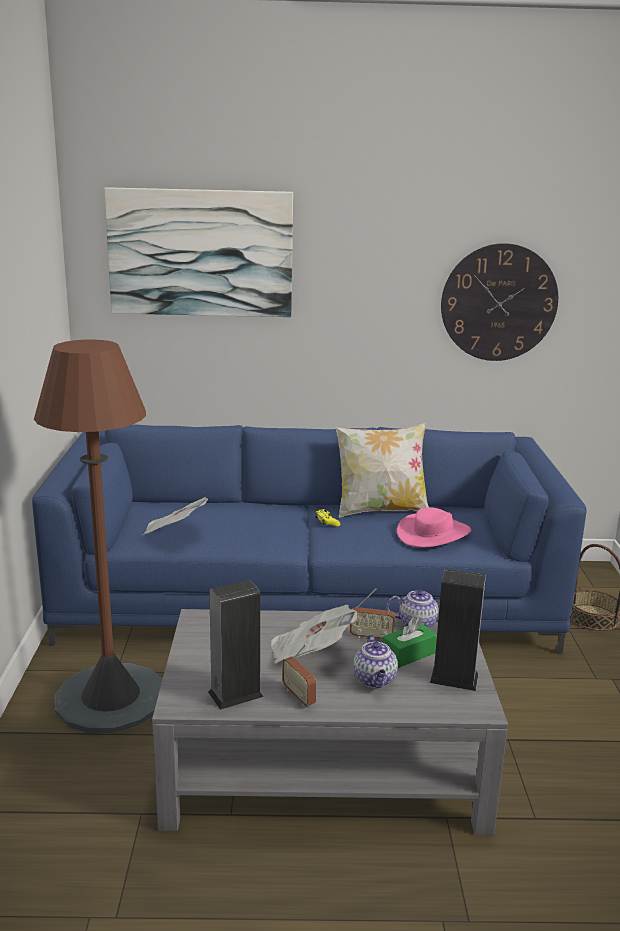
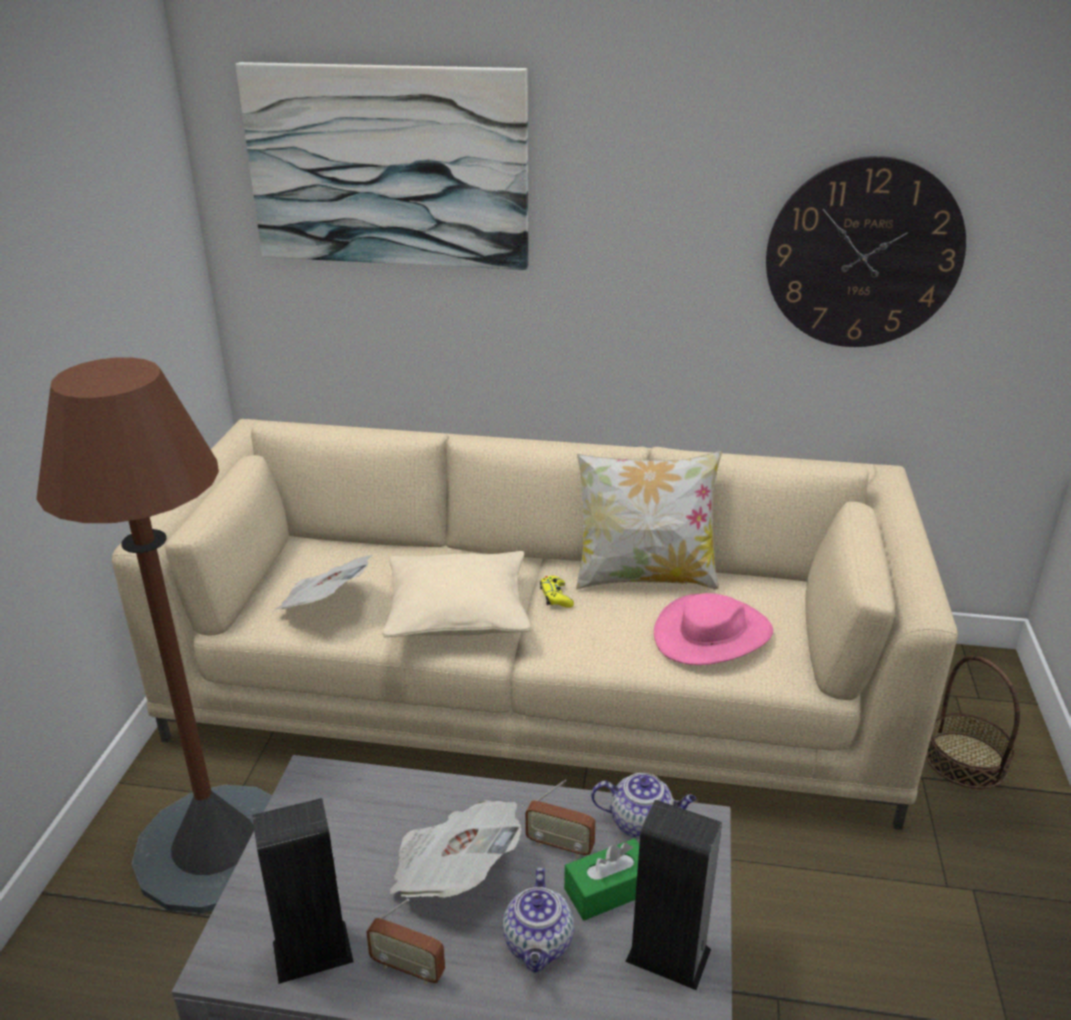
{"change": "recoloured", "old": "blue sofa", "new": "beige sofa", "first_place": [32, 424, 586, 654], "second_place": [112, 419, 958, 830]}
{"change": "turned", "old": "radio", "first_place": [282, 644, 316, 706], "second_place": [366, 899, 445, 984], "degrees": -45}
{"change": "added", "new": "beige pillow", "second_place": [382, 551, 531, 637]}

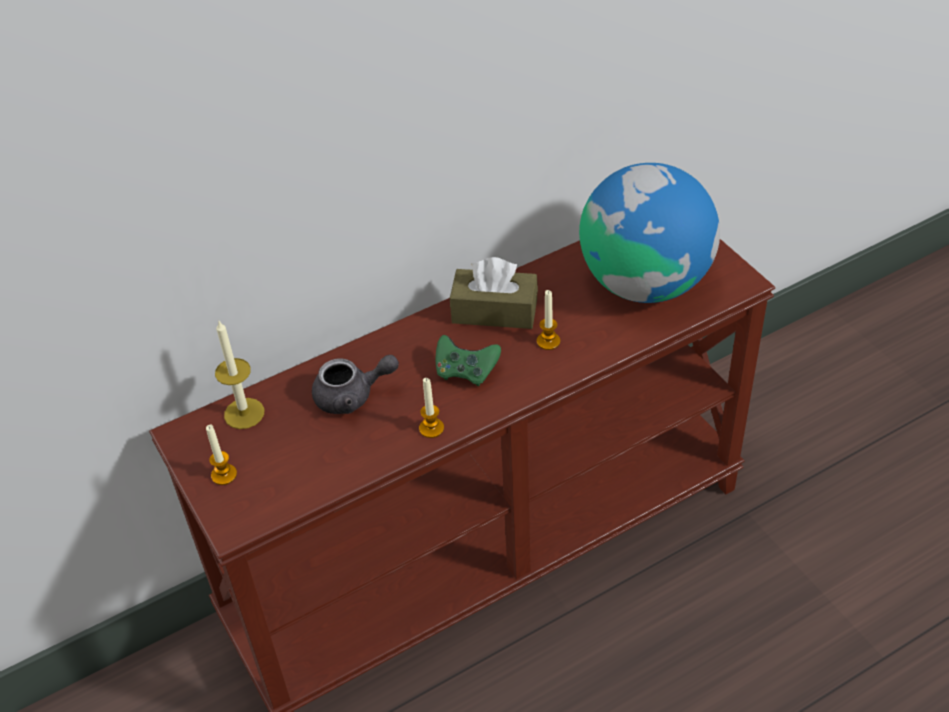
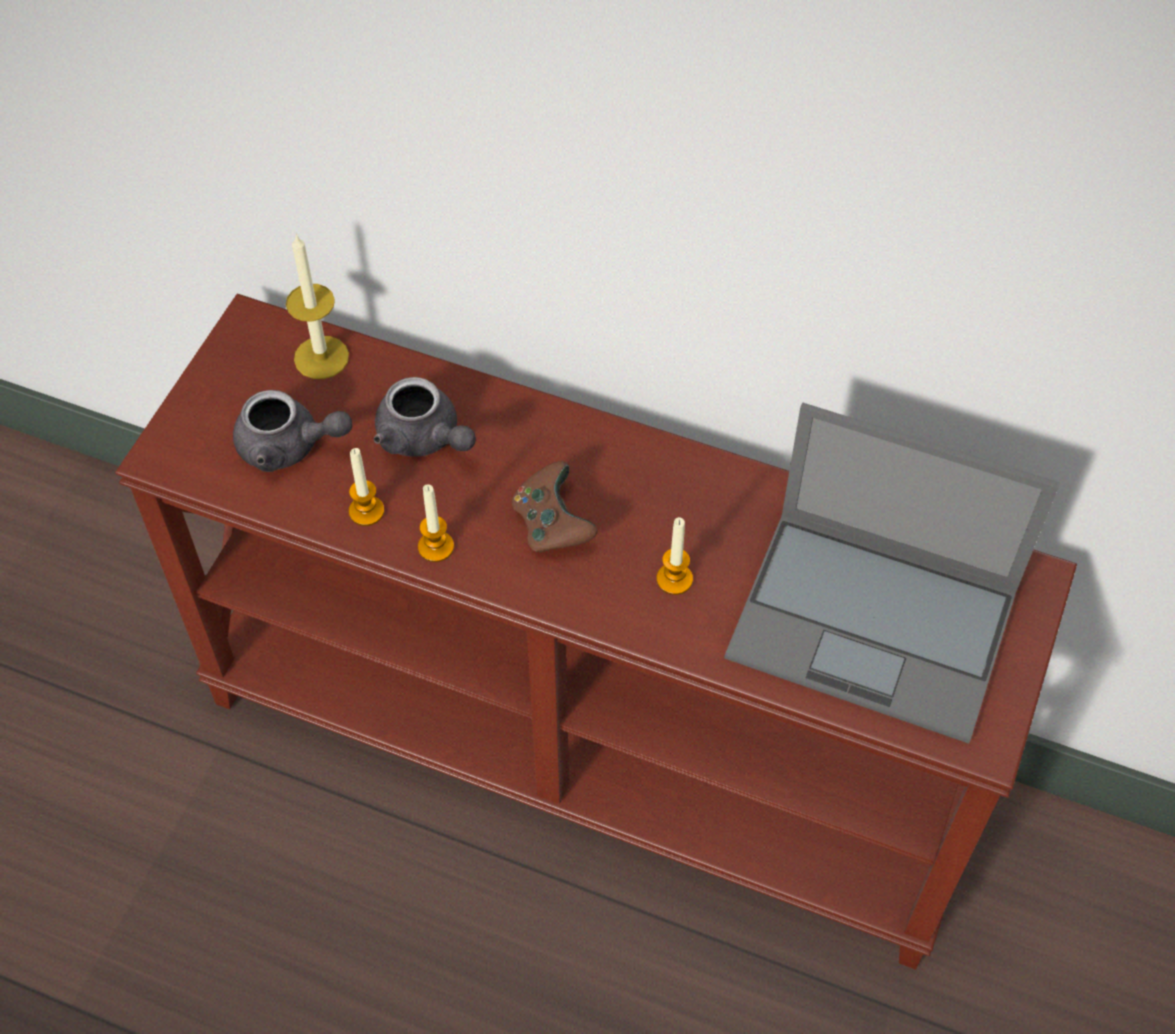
{"change": "moved", "old": "candle", "first_place": [206, 425, 237, 485], "second_place": [349, 448, 384, 526]}
{"change": "recoloured", "old": "green game controller", "new": "brown game controller", "first_place": [435, 335, 501, 386], "second_place": [512, 461, 598, 553]}
{"change": "removed", "old": "brown tissue box", "first_place": [450, 257, 538, 329]}
{"change": "replaced", "old": "globe", "new": "laptop", "first_place": [579, 163, 720, 303], "second_place": [724, 403, 1060, 743]}
{"change": "added", "new": "grey teapot", "second_place": [233, 390, 352, 472]}

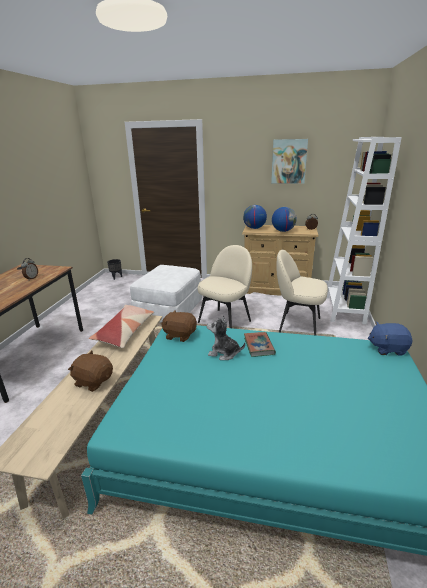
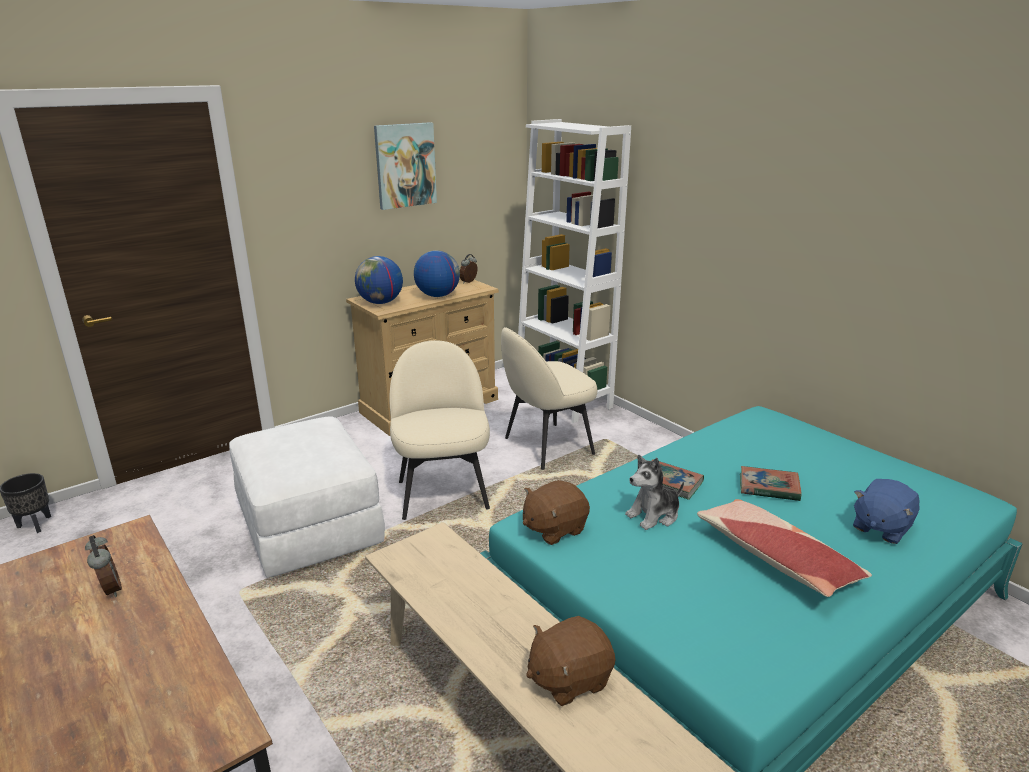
{"change": "moved", "old": "pillow", "first_place": [89, 305, 154, 348], "second_place": [697, 499, 872, 597]}
{"change": "moved", "old": "blue plush toy", "first_place": [368, 322, 412, 356], "second_place": [853, 479, 920, 544]}
{"change": "added", "new": "book", "second_place": [740, 466, 802, 501]}

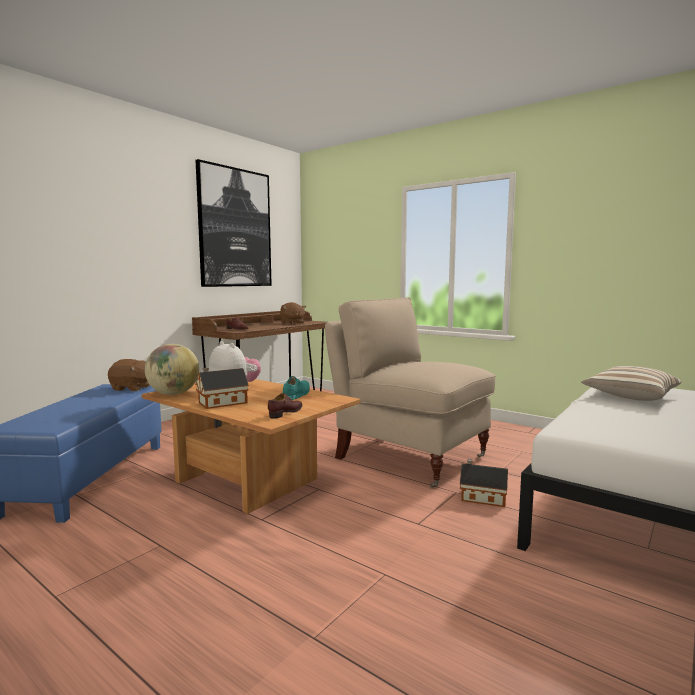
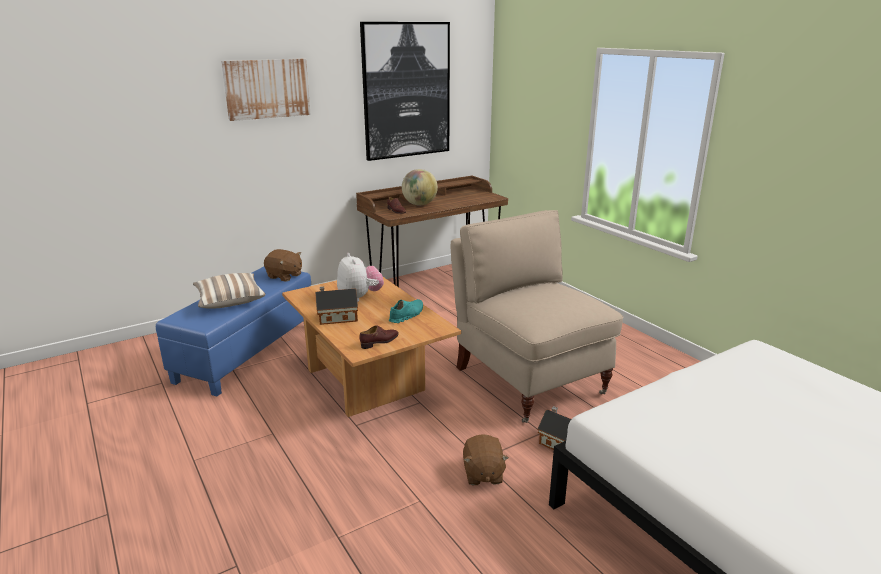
{"change": "moved", "old": "globe", "first_place": [145, 344, 199, 395], "second_place": [402, 169, 438, 205]}
{"change": "moved", "old": "brown plush toy", "first_place": [280, 302, 306, 324], "second_place": [463, 434, 509, 485]}
{"change": "moved", "old": "pillow", "first_place": [581, 366, 681, 401], "second_place": [193, 273, 266, 309]}
{"change": "added", "new": "picture", "second_place": [221, 59, 311, 121]}

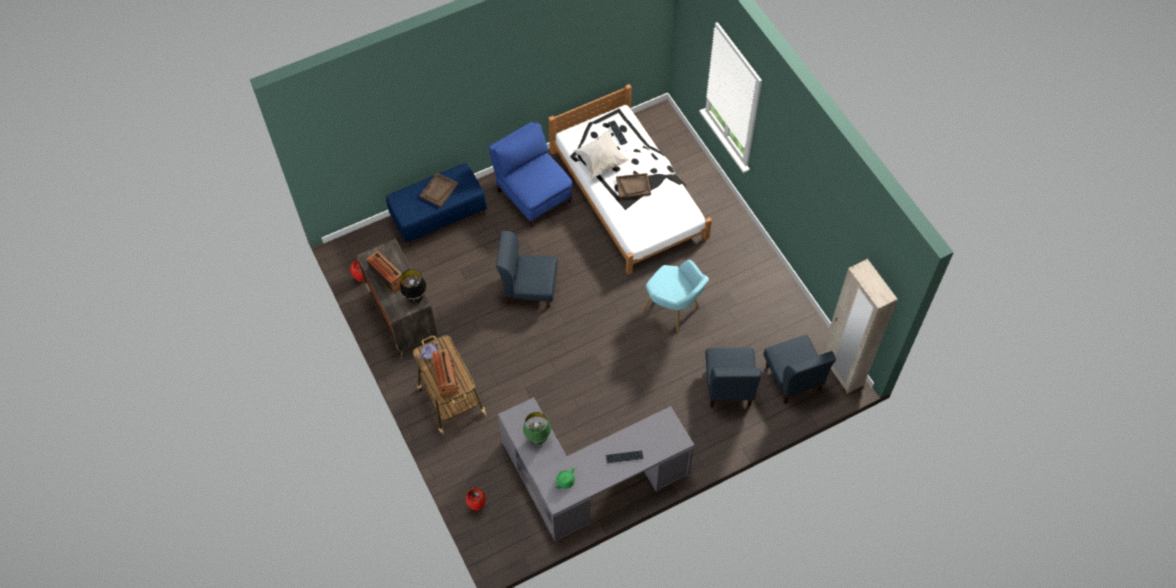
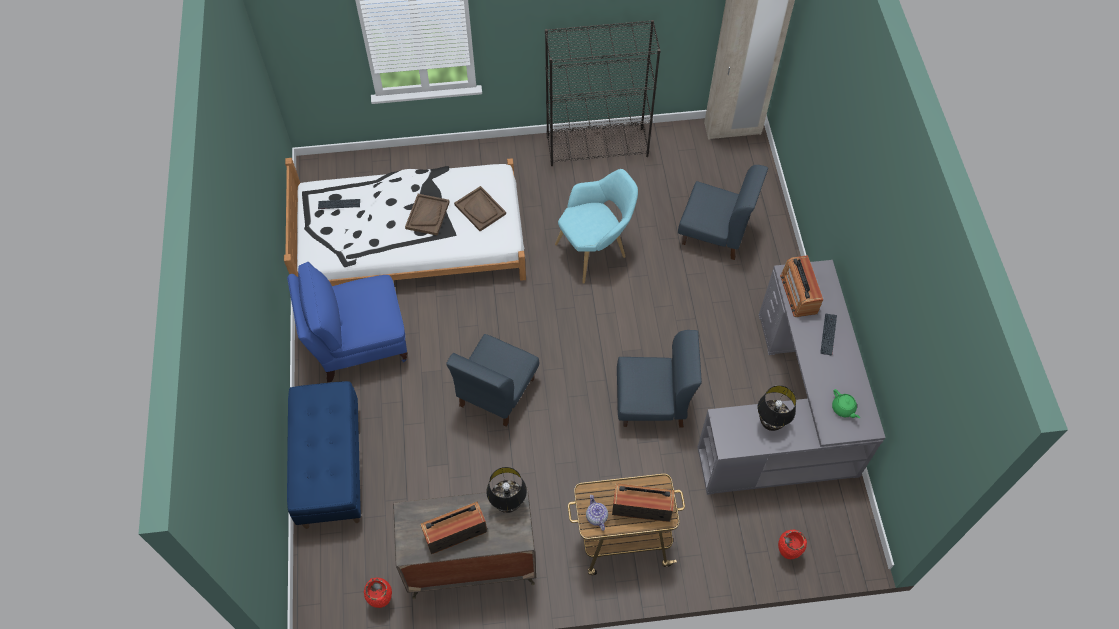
{"change": "moved", "old": "brown tray", "first_place": [419, 173, 458, 207], "second_place": [454, 186, 506, 231]}
{"change": "recoloured", "old": "green table lamp", "new": "black table lamp", "first_place": [523, 412, 551, 445], "second_place": [757, 385, 796, 431]}
{"change": "removed", "old": "white pillow", "first_place": [572, 130, 630, 180]}
{"change": "moved", "old": "blue chair", "first_place": [763, 335, 836, 404], "second_place": [617, 330, 702, 427]}
{"change": "added", "new": "black bookcase", "second_place": [545, 20, 661, 166]}
{"change": "added", "new": "radio", "second_place": [780, 255, 823, 317]}

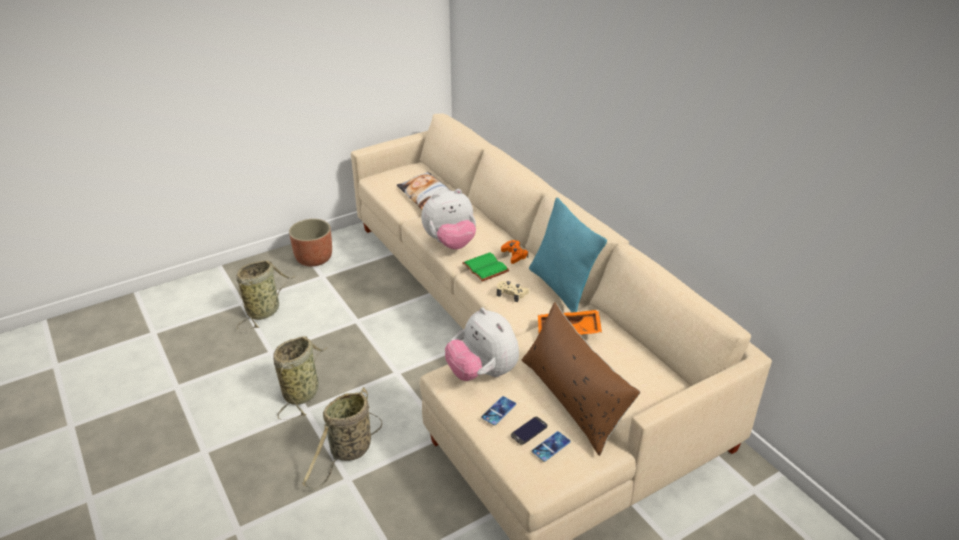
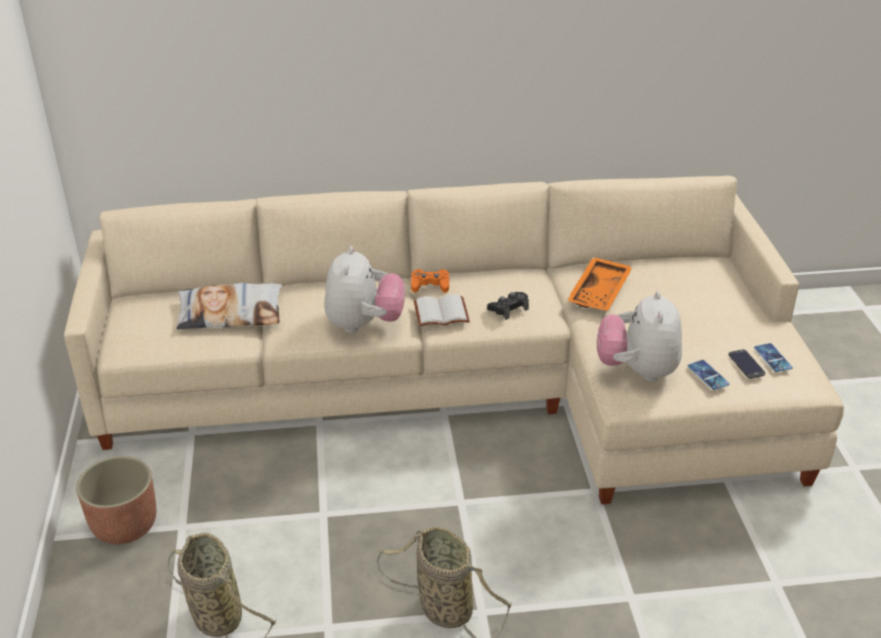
{"change": "removed", "old": "basket", "first_place": [302, 387, 382, 489]}
{"change": "turned", "old": "plush toy", "first_place": [445, 308, 519, 381], "second_place": [597, 291, 682, 382], "degrees": 105}
{"change": "recoloured", "old": "green book", "new": "white book", "first_place": [462, 252, 510, 282], "second_place": [414, 294, 470, 327]}
{"change": "recoloured", "old": "beige game controller", "new": "black game controller", "first_place": [497, 281, 529, 302], "second_place": [487, 292, 529, 320]}
{"change": "removed", "old": "brown pillow", "first_place": [522, 302, 640, 456]}
{"change": "removed", "old": "turquoise pillow", "first_place": [529, 198, 607, 313]}

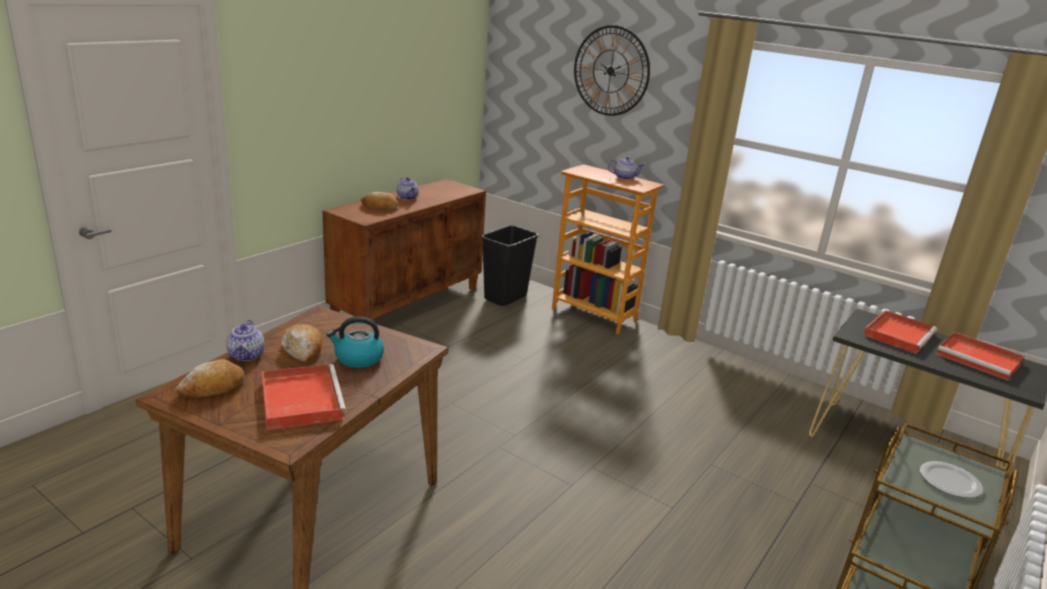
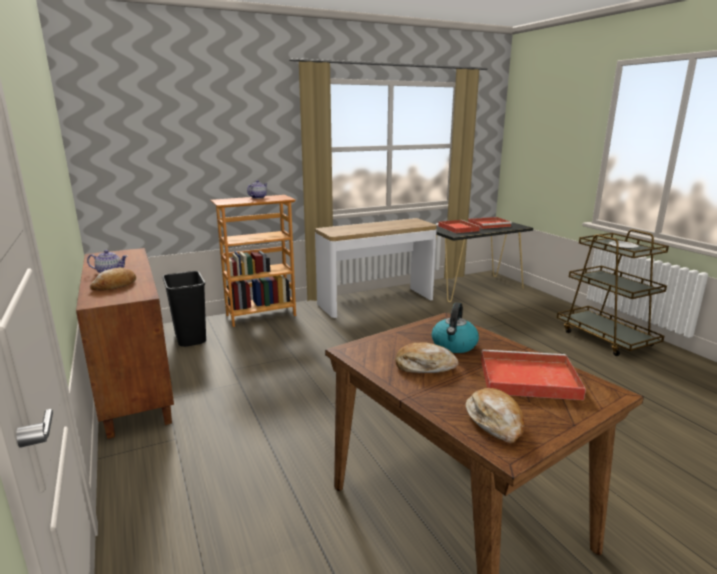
{"change": "removed", "old": "teapot", "first_place": [226, 320, 265, 361]}
{"change": "removed", "old": "wall clock", "first_place": [574, 25, 650, 116]}
{"change": "added", "new": "console table", "second_place": [315, 218, 437, 318]}

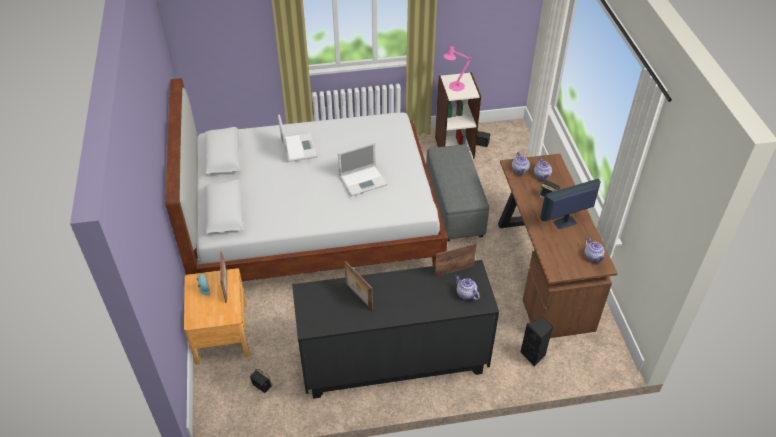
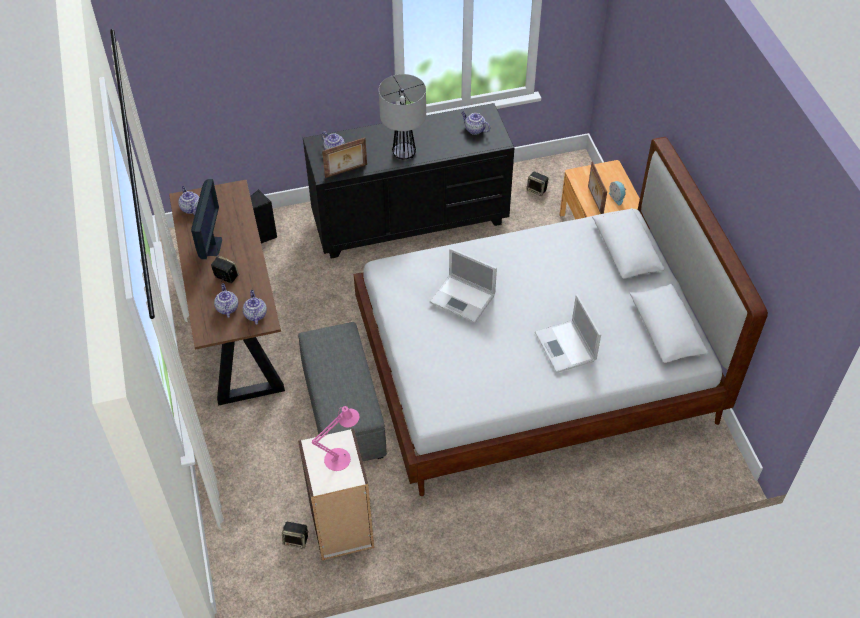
{"change": "turned", "old": "laptop", "first_place": [338, 142, 388, 196], "second_place": [429, 248, 497, 323], "degrees": -120}
{"change": "removed", "old": "picture frame", "first_place": [345, 261, 373, 310]}
{"change": "turned", "old": "monitor", "first_place": [540, 179, 601, 229], "second_place": [191, 179, 222, 259], "degrees": -60}
{"change": "added", "new": "table lamp", "second_place": [379, 74, 426, 159]}
{"change": "added", "new": "teapot", "second_place": [461, 112, 490, 135]}

